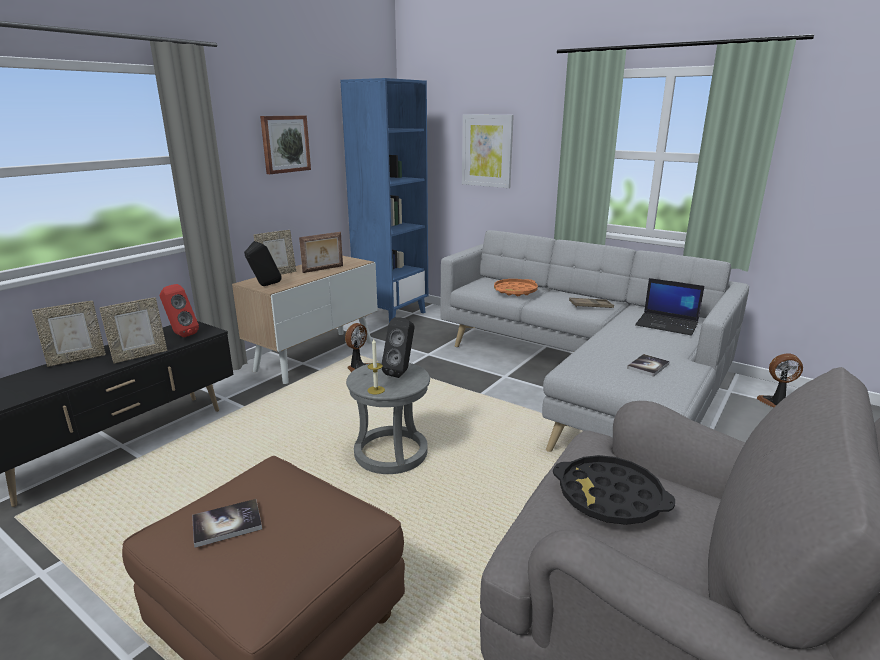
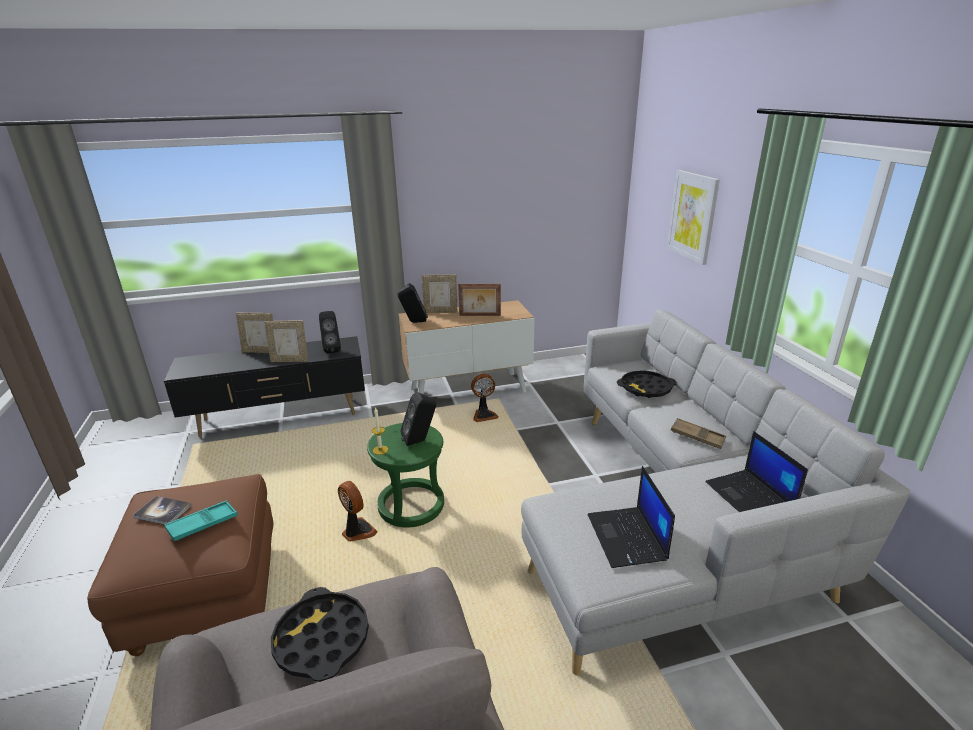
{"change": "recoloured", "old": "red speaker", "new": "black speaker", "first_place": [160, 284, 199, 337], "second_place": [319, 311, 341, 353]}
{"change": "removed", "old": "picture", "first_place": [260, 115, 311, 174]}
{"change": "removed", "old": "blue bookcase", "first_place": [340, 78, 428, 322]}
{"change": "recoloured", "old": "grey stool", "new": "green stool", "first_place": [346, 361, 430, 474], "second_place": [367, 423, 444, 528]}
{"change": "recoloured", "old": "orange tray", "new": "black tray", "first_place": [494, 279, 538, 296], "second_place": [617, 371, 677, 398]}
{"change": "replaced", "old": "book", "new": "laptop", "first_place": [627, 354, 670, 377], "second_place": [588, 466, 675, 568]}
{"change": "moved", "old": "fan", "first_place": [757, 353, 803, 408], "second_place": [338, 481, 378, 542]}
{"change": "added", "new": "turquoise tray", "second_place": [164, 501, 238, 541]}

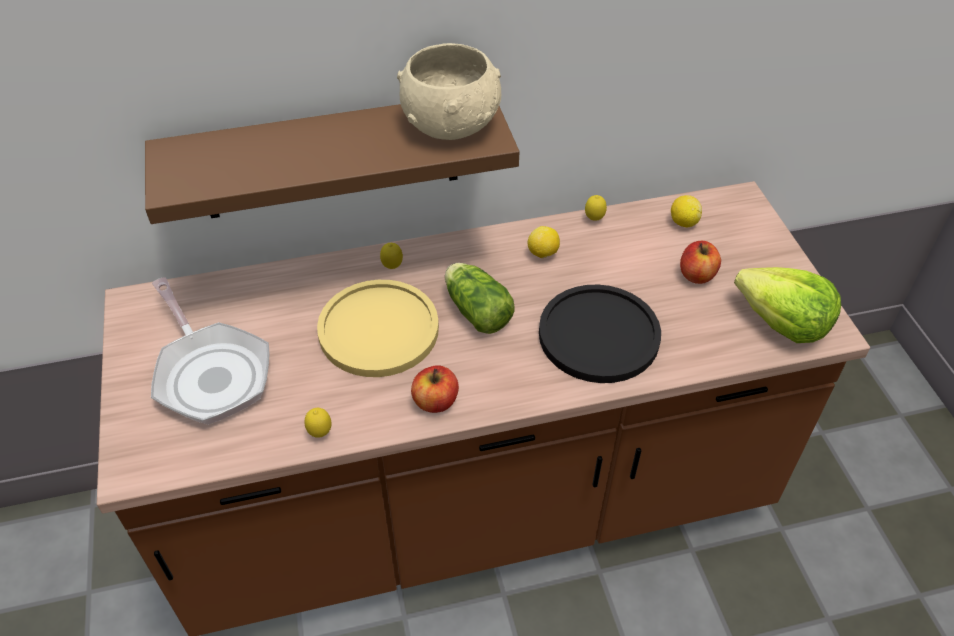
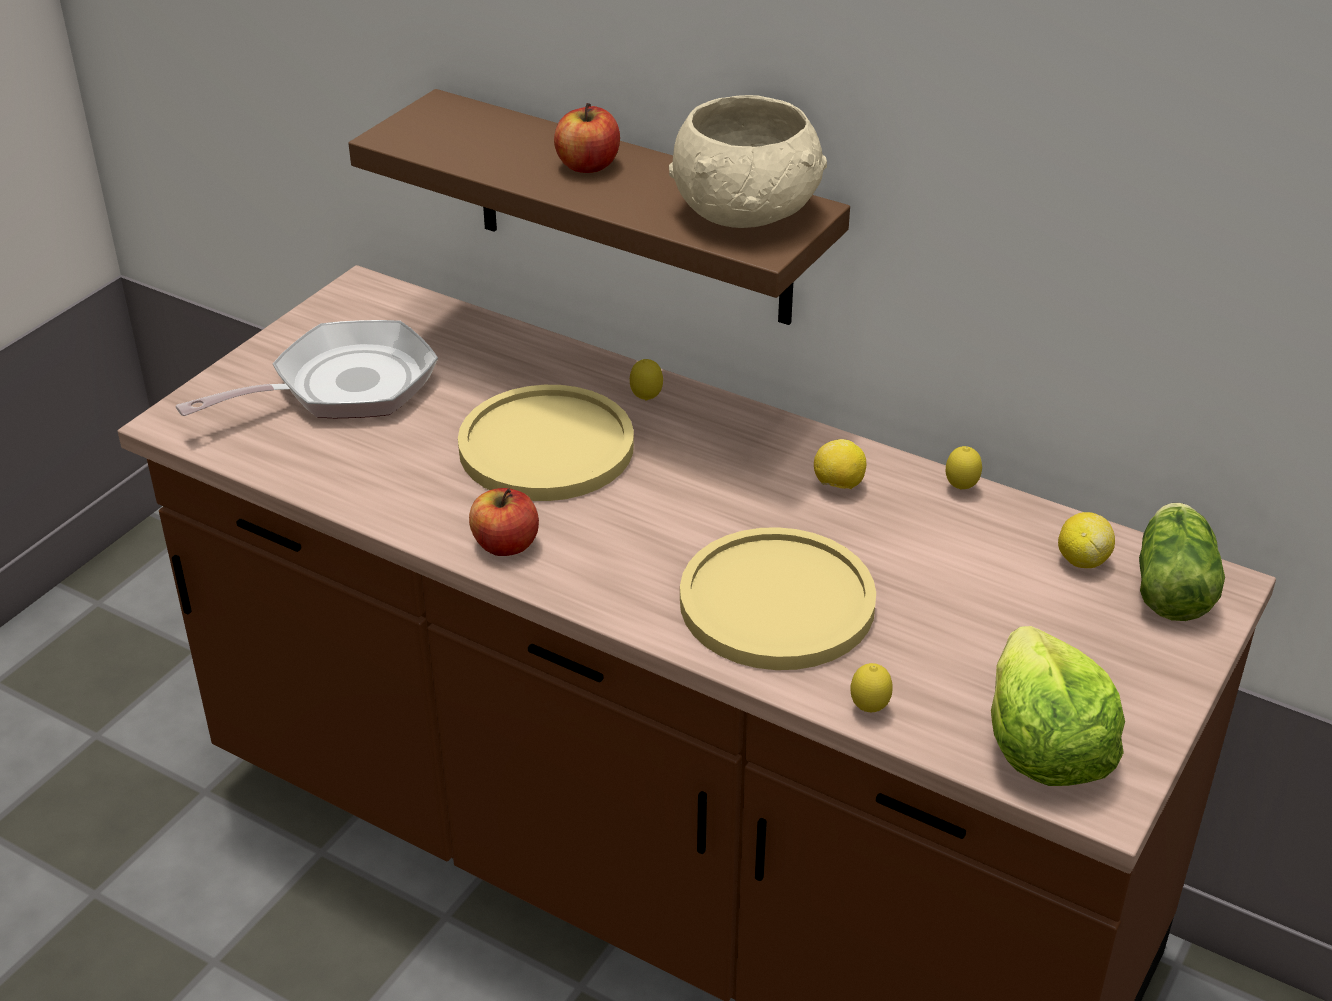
{"change": "turned", "old": "frying pan", "first_place": [151, 277, 270, 425], "second_place": [176, 320, 438, 418], "degrees": -135}
{"change": "moved", "old": "lemon", "first_place": [304, 408, 331, 438], "second_place": [850, 663, 893, 712]}
{"change": "moved", "old": "lettuce", "first_place": [445, 263, 515, 334], "second_place": [1139, 503, 1225, 621]}
{"change": "recoloured", "old": "black plate", "new": "yellow plate", "first_place": [539, 285, 661, 383], "second_place": [680, 527, 876, 670]}
{"change": "moved", "old": "apple", "first_place": [680, 241, 721, 284], "second_place": [554, 103, 620, 173]}

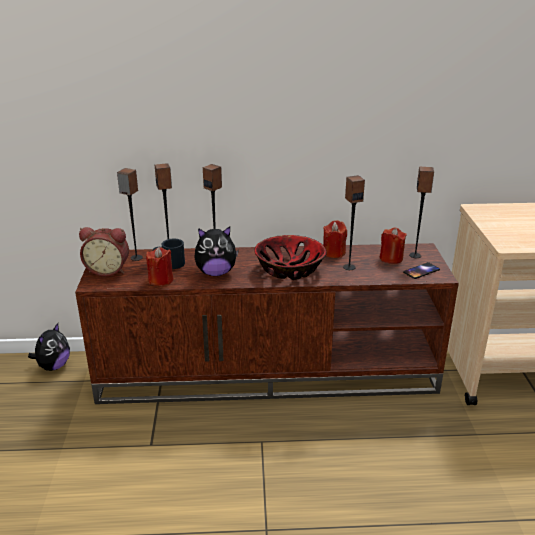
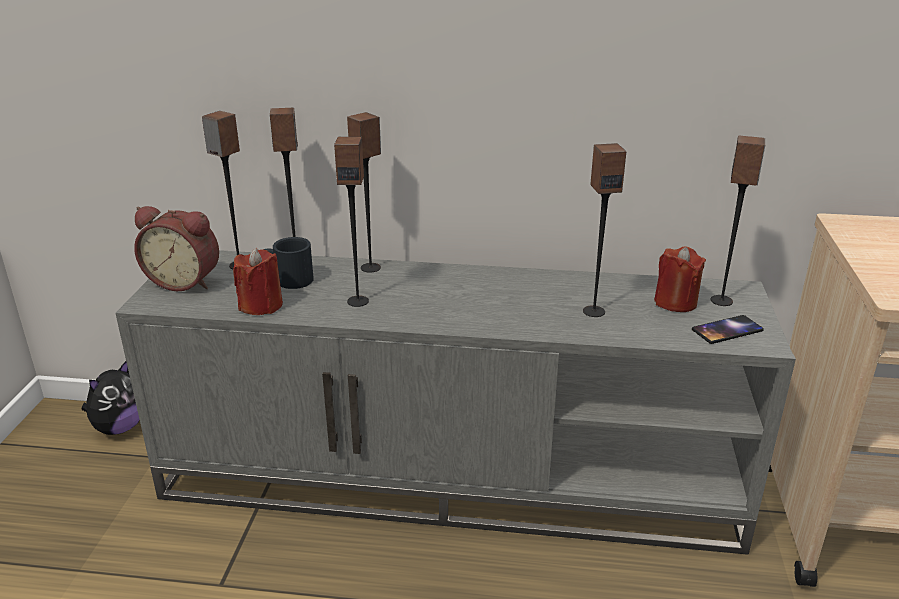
{"change": "recoloured", "old": "brown tv stand", "new": "grey tv stand", "first_place": [75, 243, 459, 404], "second_place": [115, 250, 796, 555]}
{"change": "replaced", "old": "plush toy", "new": "speaker", "first_place": [194, 227, 239, 276], "second_place": [334, 137, 369, 307]}
{"change": "removed", "old": "bowl", "first_place": [254, 235, 326, 280]}
{"change": "removed", "old": "red candle", "first_place": [323, 220, 347, 258]}

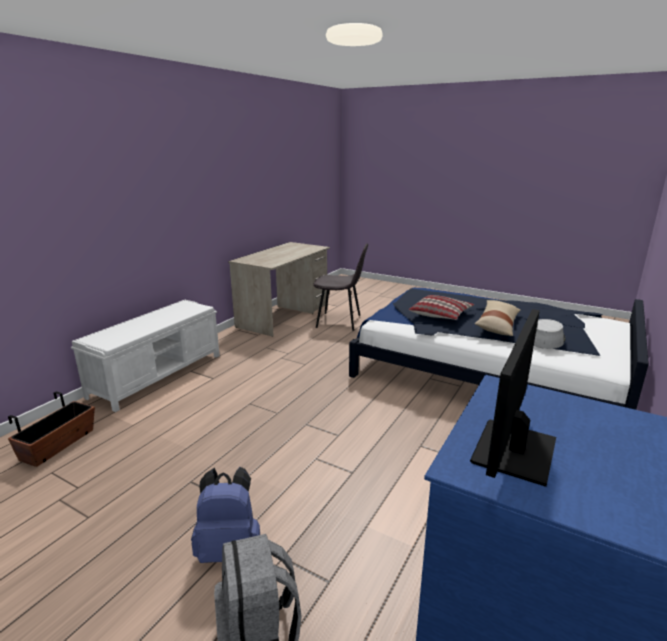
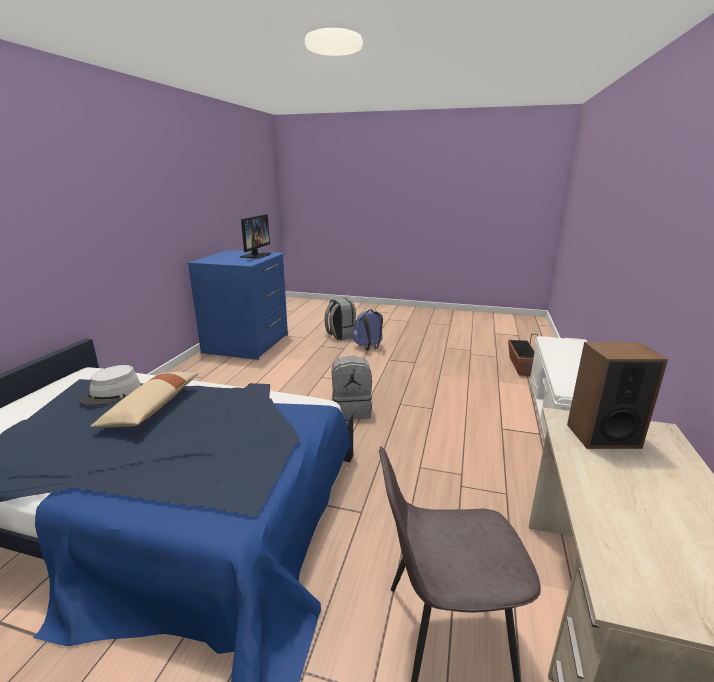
{"change": "removed", "old": "pillow", "first_place": [409, 295, 474, 320]}
{"change": "added", "new": "grey backpack", "second_place": [332, 356, 372, 419]}
{"change": "added", "new": "speaker", "second_place": [567, 342, 668, 449]}

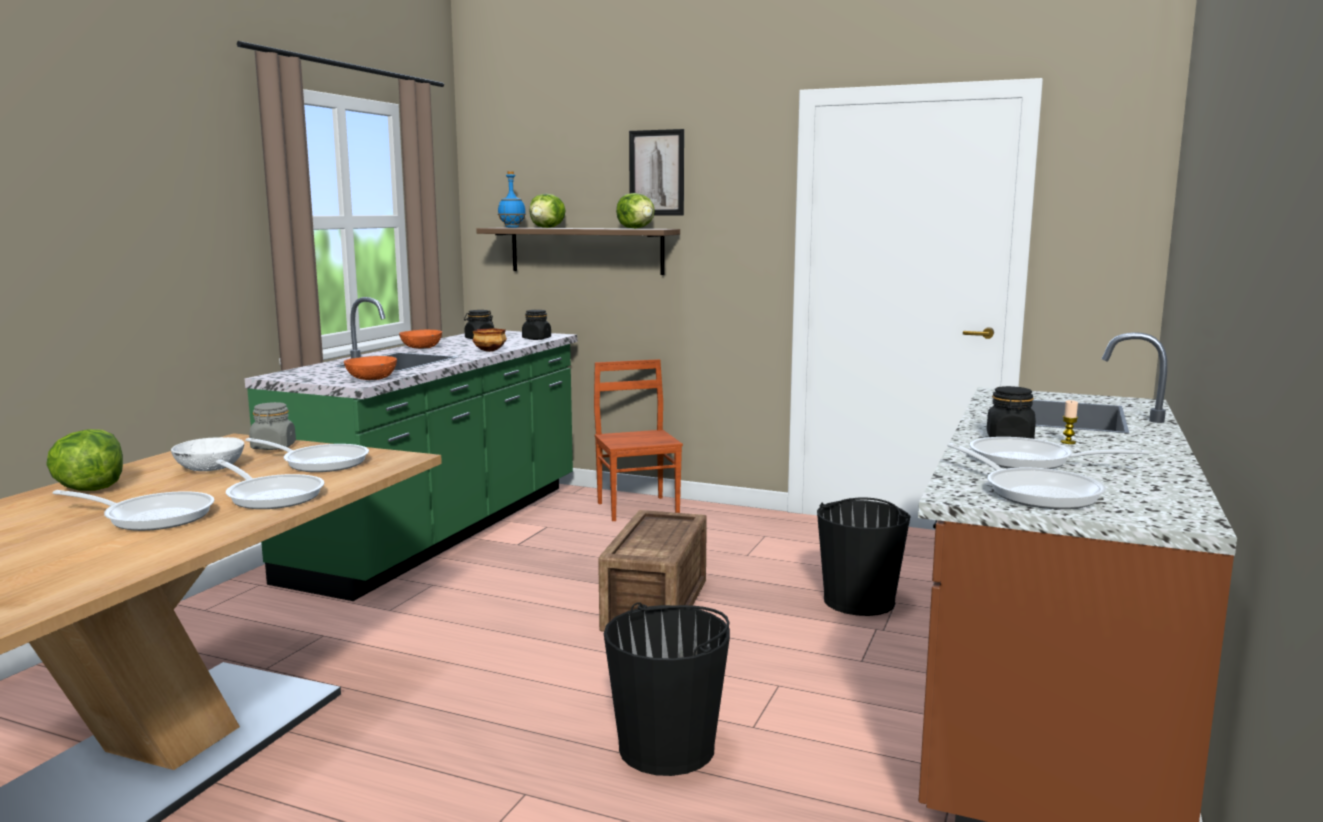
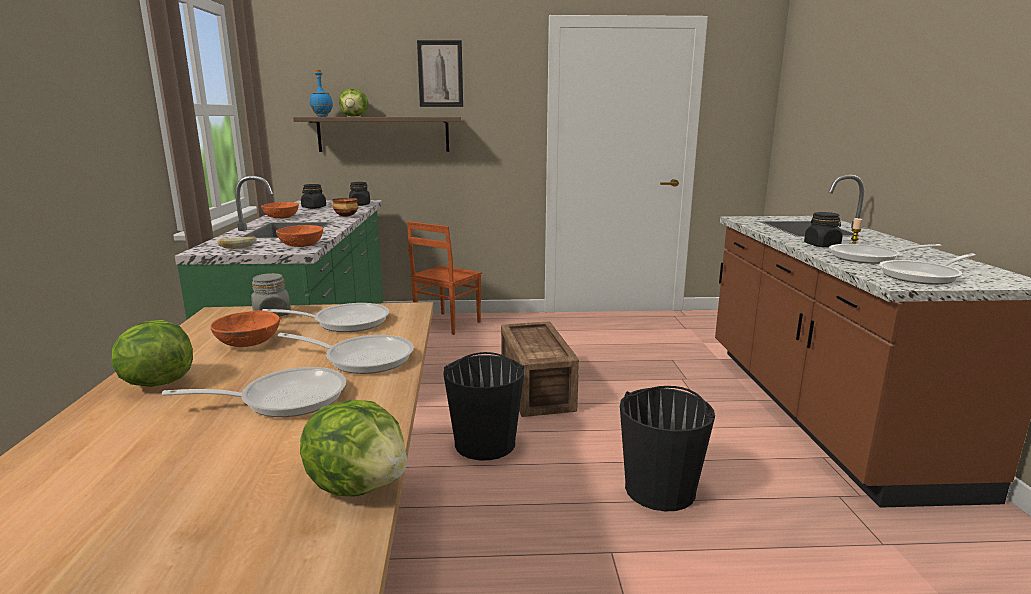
{"change": "recoloured", "old": "white bowl", "new": "orange bowl", "first_place": [171, 437, 244, 471], "second_place": [210, 311, 280, 347]}
{"change": "turned", "old": "brown chair", "first_place": [594, 359, 683, 521], "second_place": [407, 221, 482, 335], "degrees": -105}
{"change": "moved", "old": "lettuce", "first_place": [616, 193, 655, 229], "second_place": [300, 400, 407, 497]}
{"change": "moved", "old": "black bucket", "first_place": [817, 498, 911, 616], "second_place": [443, 352, 524, 460]}
{"change": "turned", "old": "frying pan", "first_place": [947, 443, 1106, 509], "second_place": [879, 253, 976, 285], "degrees": 120}
{"change": "added", "new": "bread", "second_place": [217, 236, 257, 249]}

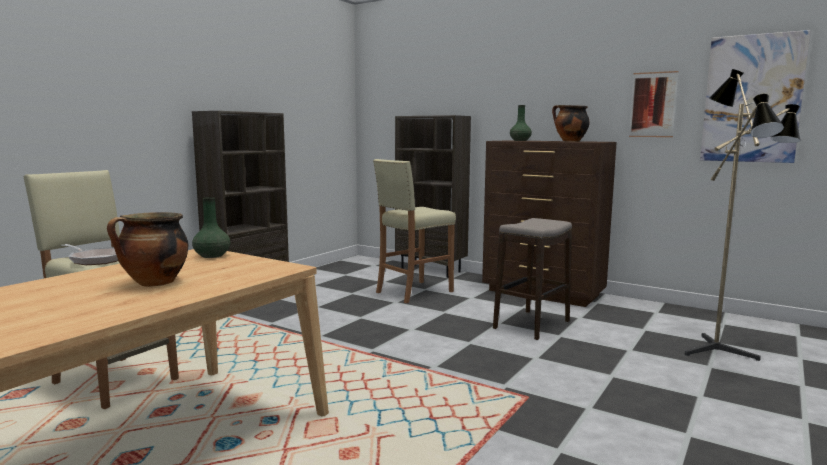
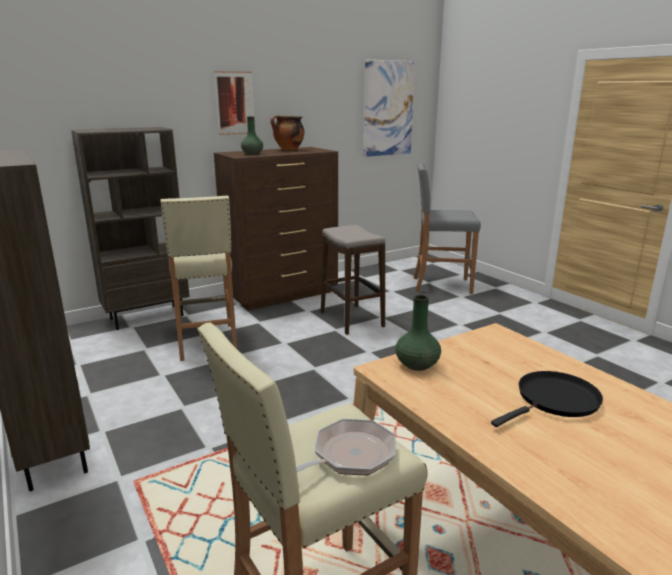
{"change": "replaced", "old": "cooking pot", "new": "black frying pan", "first_place": [107, 212, 189, 287], "second_place": [491, 371, 603, 427]}
{"change": "moved", "old": "picture", "first_place": [629, 71, 679, 137], "second_place": [214, 71, 254, 135]}
{"change": "replaced", "old": "floor lamp", "new": "grey stool", "first_place": [685, 69, 800, 361], "second_place": [413, 163, 481, 294]}

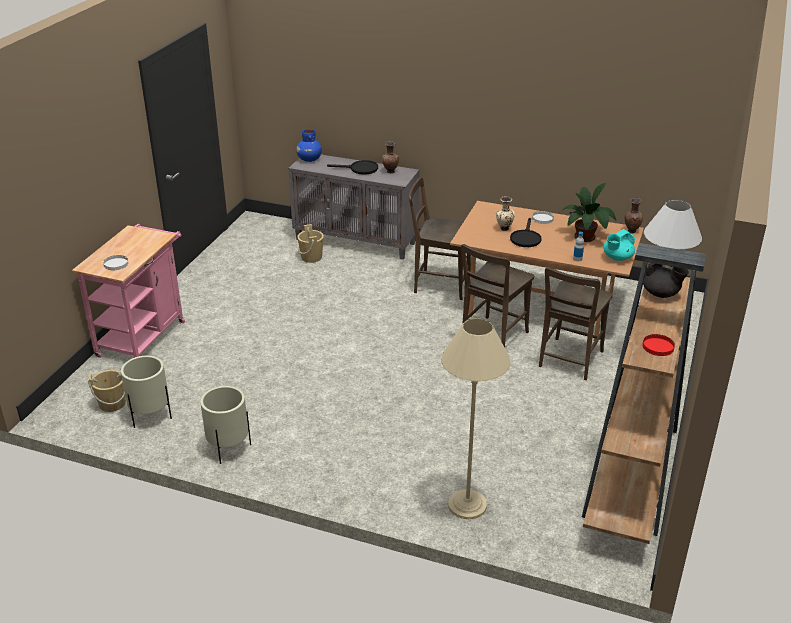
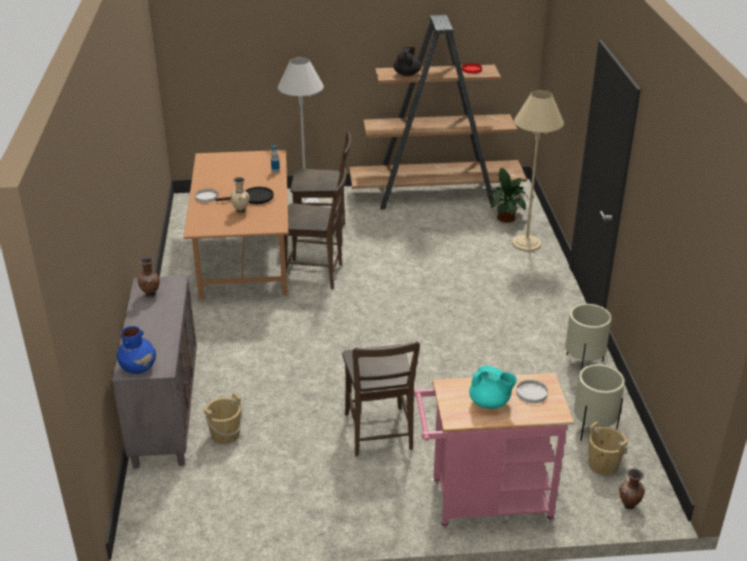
{"change": "removed", "old": "black frying pan", "first_place": [327, 160, 378, 175]}
{"change": "moved", "old": "brown chair", "first_place": [409, 177, 471, 300], "second_place": [342, 341, 420, 457]}
{"change": "moved", "old": "potted plant", "first_place": [561, 183, 617, 242], "second_place": [485, 168, 528, 223]}
{"change": "moved", "old": "turquoise teapot", "first_place": [603, 229, 635, 261], "second_place": [469, 365, 517, 409]}
{"change": "moved", "old": "brown vase", "first_place": [625, 198, 643, 233], "second_place": [619, 468, 645, 509]}

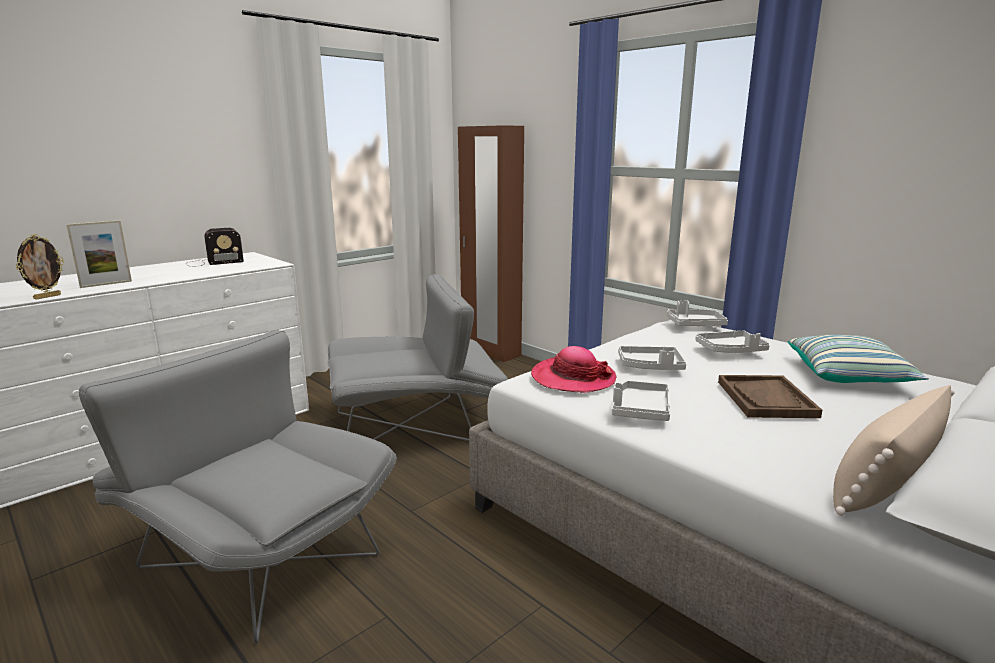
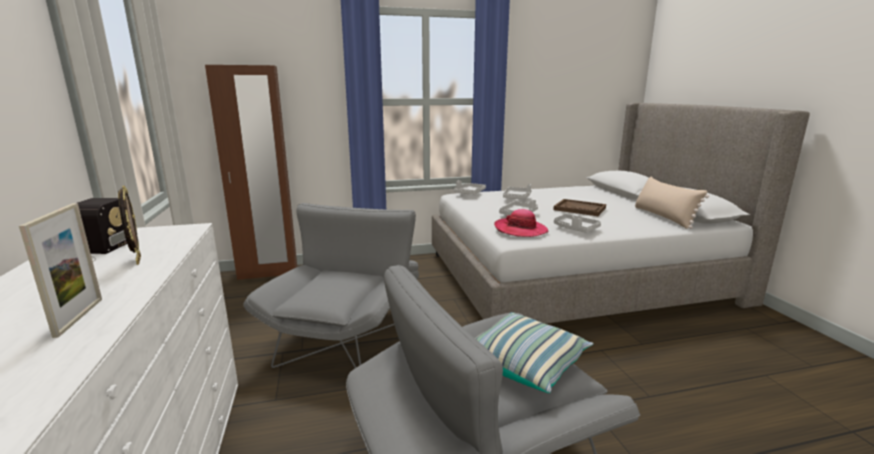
{"change": "moved", "old": "picture frame", "first_place": [16, 234, 64, 300], "second_place": [118, 185, 141, 265]}
{"change": "moved", "old": "pillow", "first_place": [788, 335, 929, 383], "second_place": [475, 312, 594, 393]}

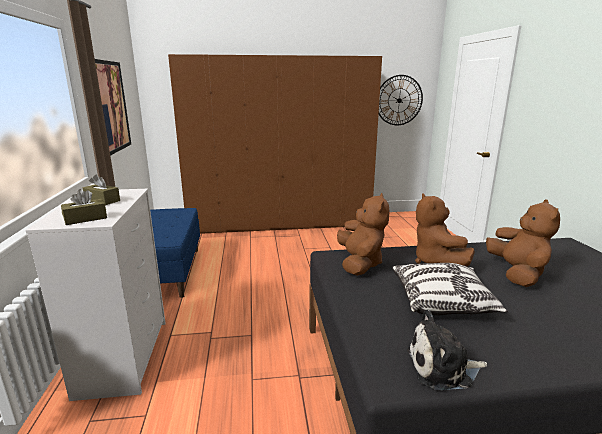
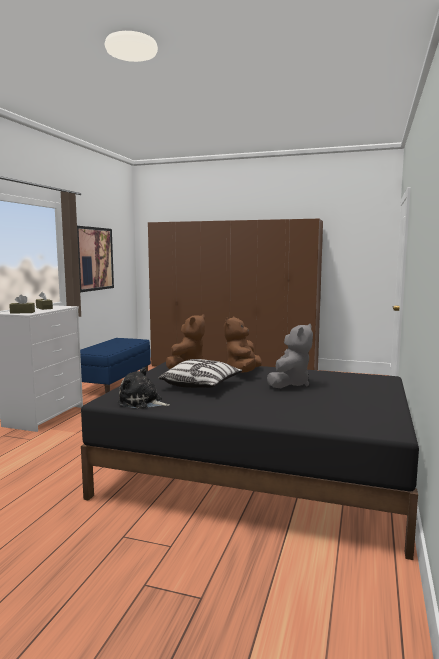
{"change": "removed", "old": "wall clock", "first_place": [379, 75, 423, 125]}
{"change": "recoloured", "old": "brown plush toy", "new": "grey plush toy", "first_place": [486, 199, 560, 287], "second_place": [267, 324, 313, 388]}

